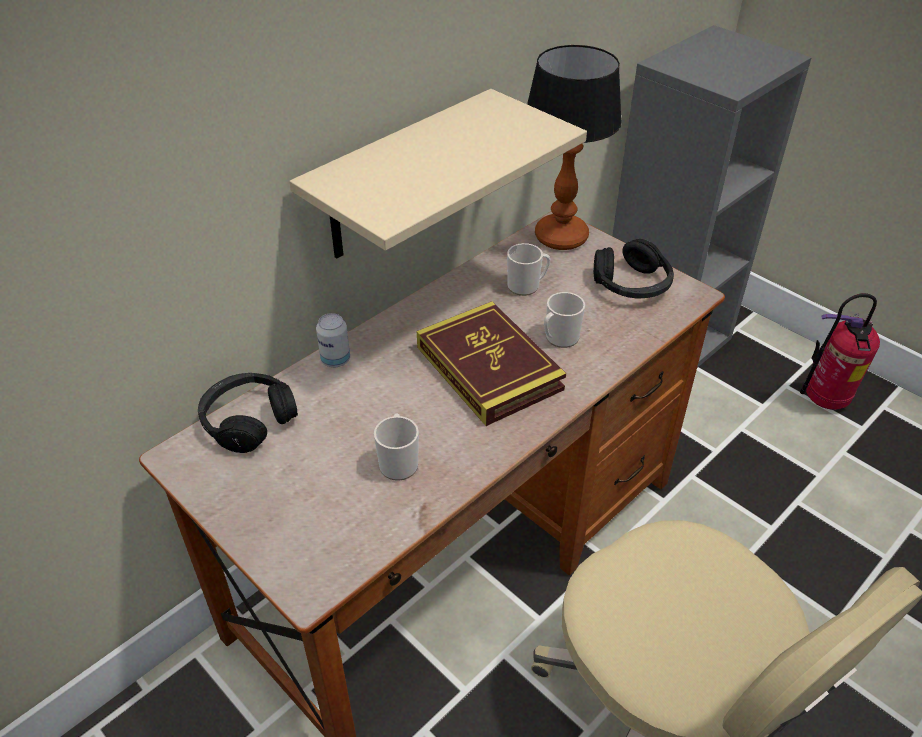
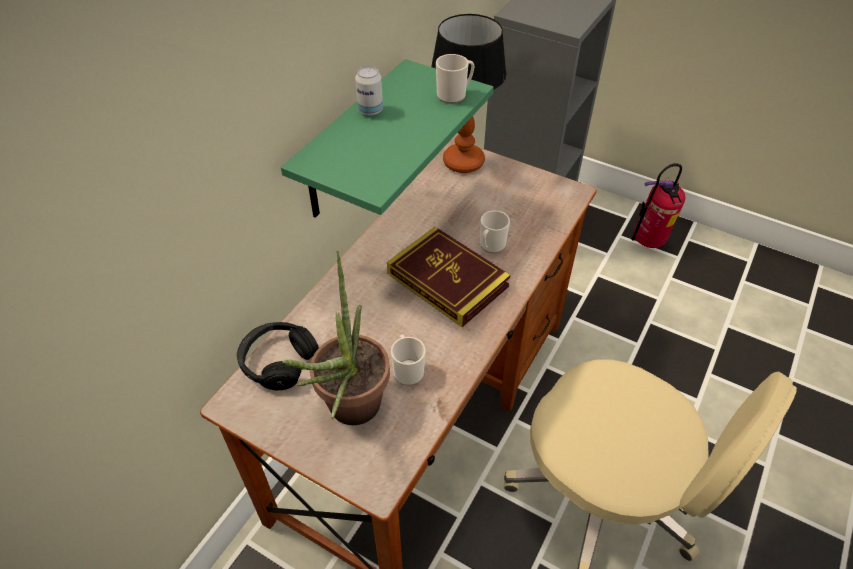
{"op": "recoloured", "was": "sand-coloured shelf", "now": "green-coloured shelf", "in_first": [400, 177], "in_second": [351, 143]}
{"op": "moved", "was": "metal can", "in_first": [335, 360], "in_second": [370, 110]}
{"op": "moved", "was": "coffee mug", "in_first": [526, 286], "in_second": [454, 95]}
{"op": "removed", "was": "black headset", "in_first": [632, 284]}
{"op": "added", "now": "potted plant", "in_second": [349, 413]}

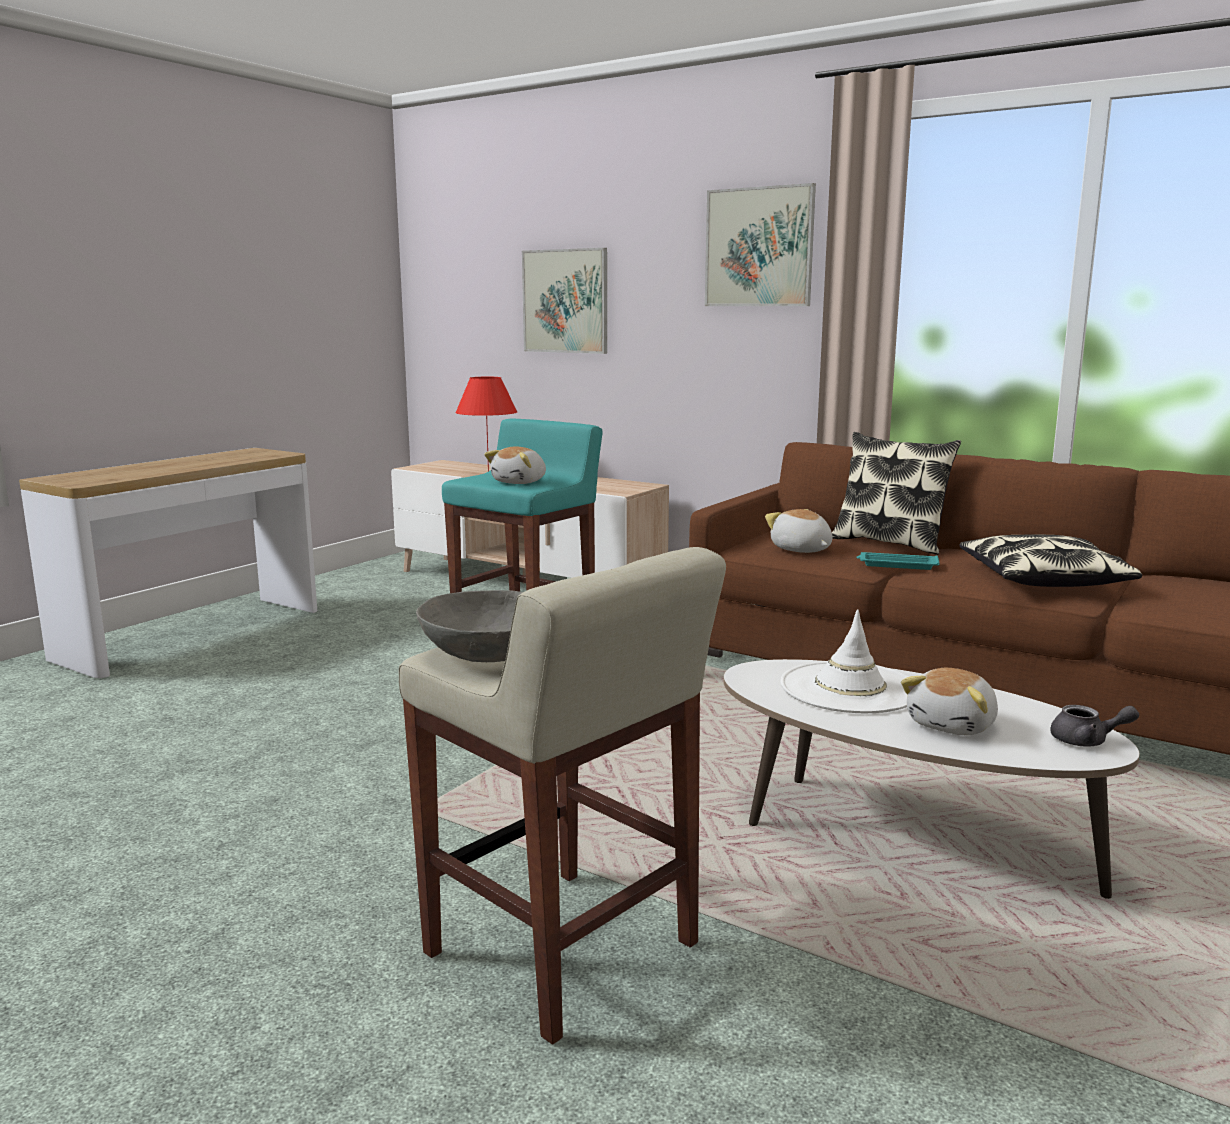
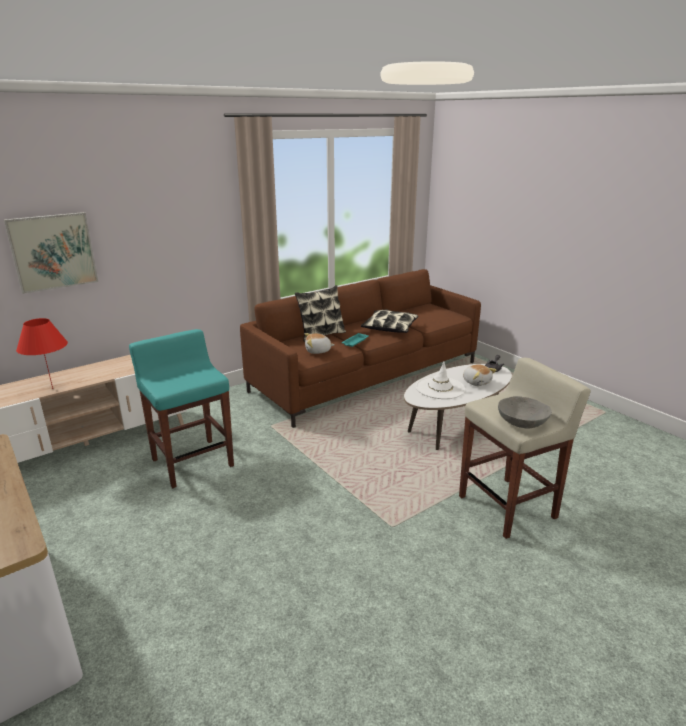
{"op": "removed", "was": "soft toy", "in_first": [520, 482]}
{"op": "removed", "was": "wall picture", "in_first": [759, 247]}

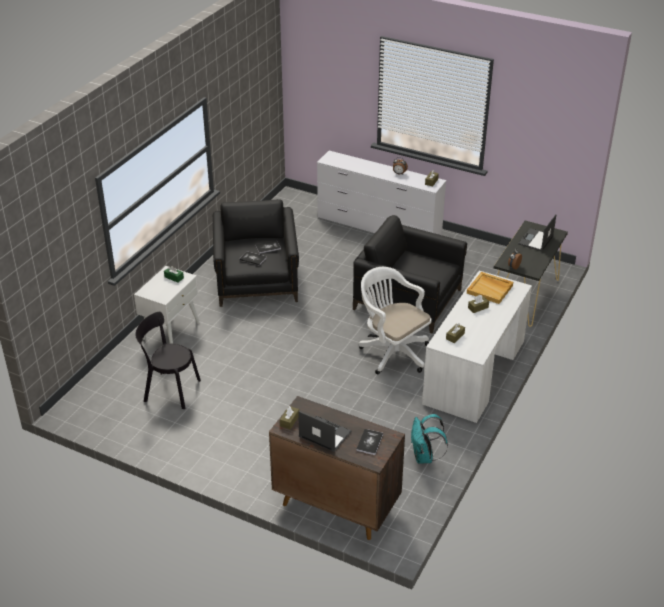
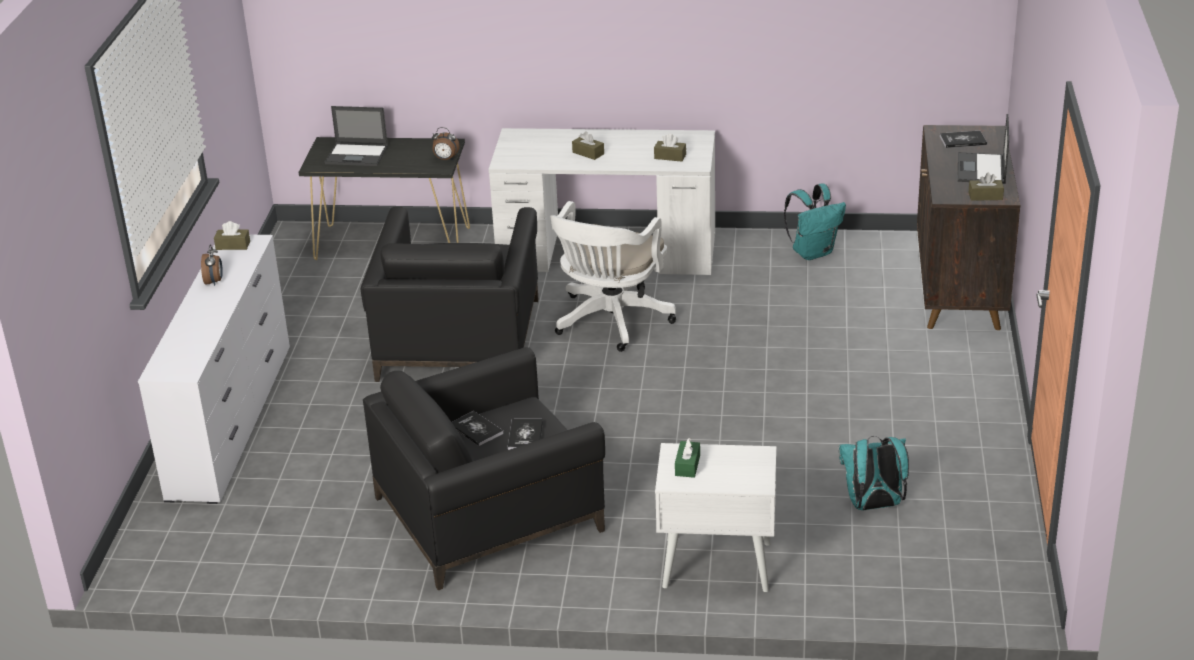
{"op": "replaced", "was": "black chair", "now": "turquoise-coloured rucksack", "in_first": [169, 390], "in_second": [873, 505]}
{"op": "removed", "was": "sand-coloured carrying tray", "in_first": [490, 289]}

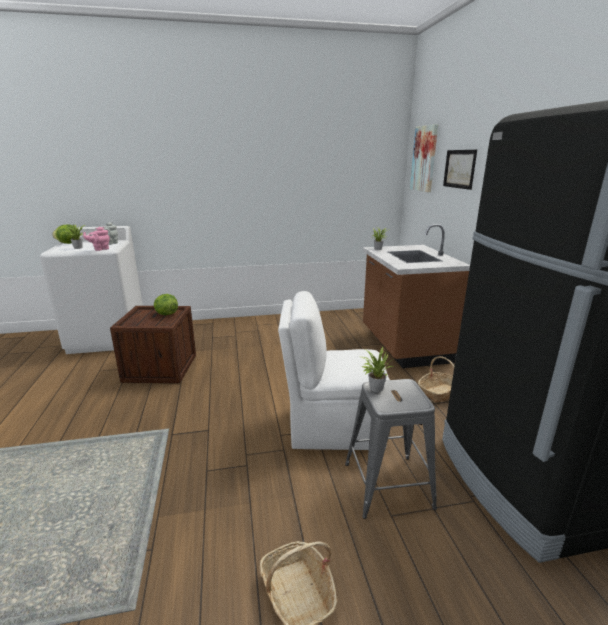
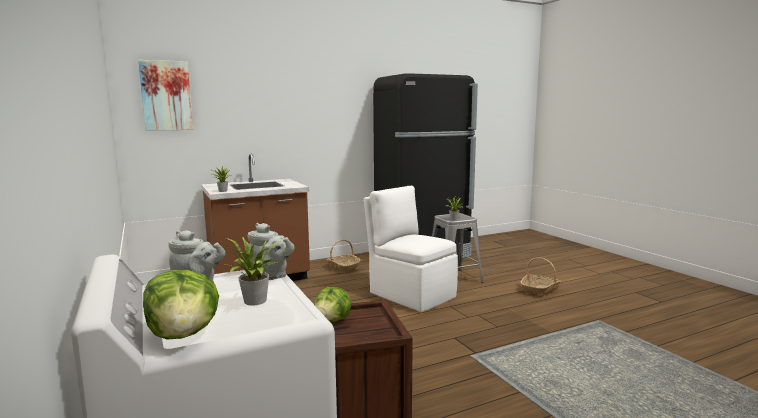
{"op": "recoloured", "was": "pinkish pot for tea", "now": "greyish pot for tea", "in_first": [100, 249], "in_second": [270, 276]}
{"op": "turned", "was": "white chair", "in_first": [333, 427], "in_second": [410, 294], "clockwise": 150}
{"op": "removed", "was": "wall picture", "in_first": [459, 169]}

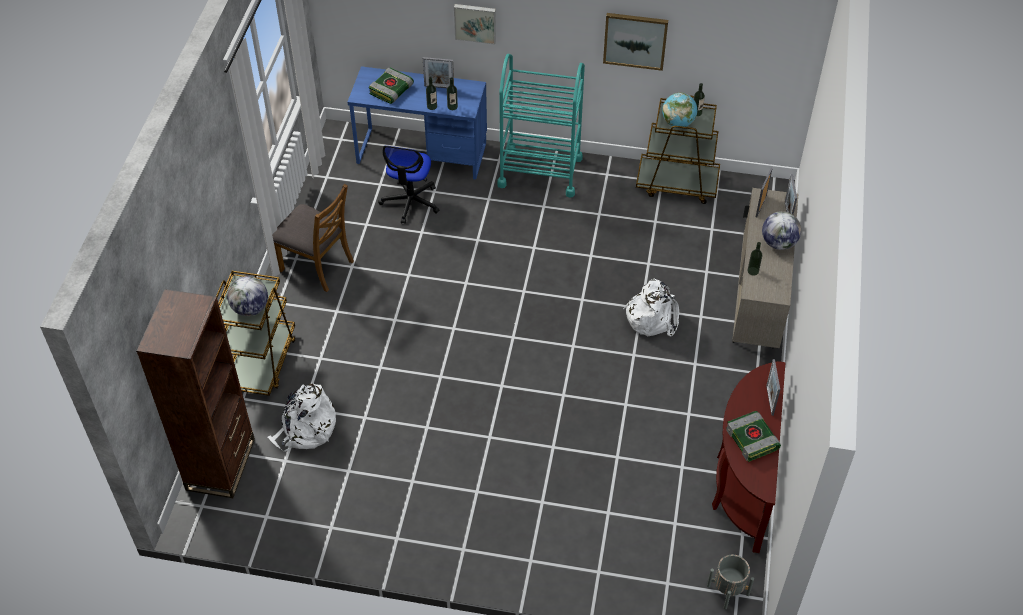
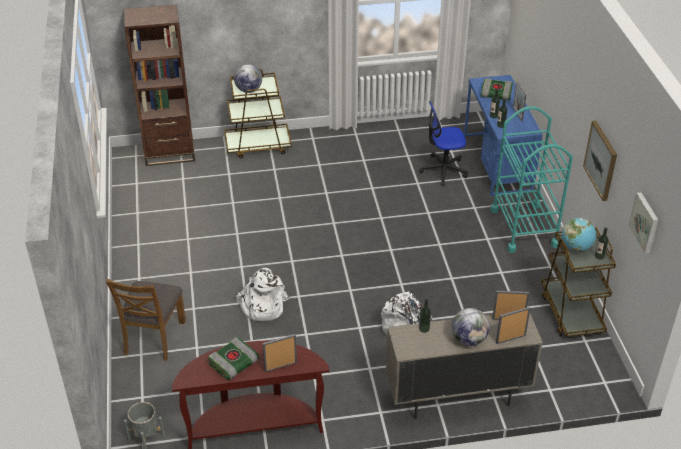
{"op": "moved", "was": "white rucksack", "in_first": [305, 429], "in_second": [261, 306]}
{"op": "moved", "was": "brown-coloured chair", "in_first": [317, 265], "in_second": [154, 337]}
{"op": "moved", "was": "wall picture", "in_first": [475, 22], "in_second": [645, 222]}

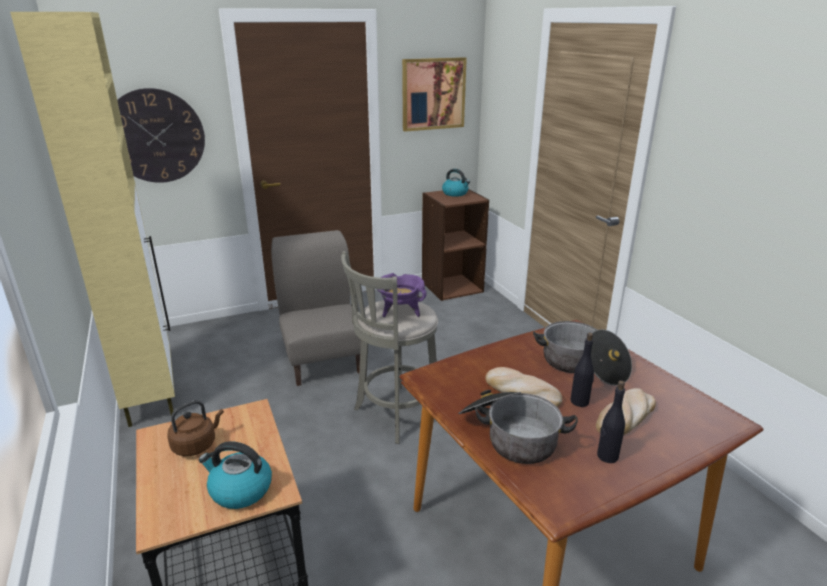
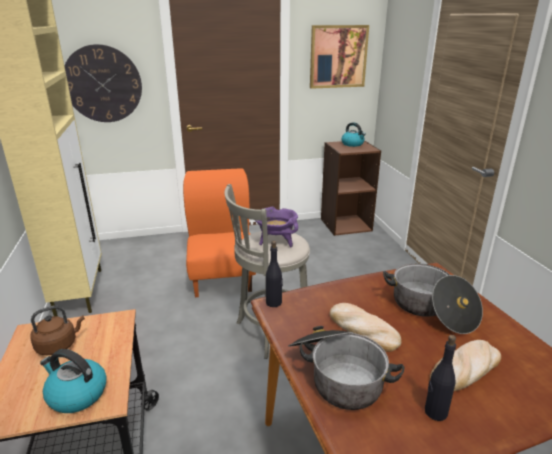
{"op": "recoloured", "was": "greyish chair", "now": "orange chair", "in_first": [323, 359], "in_second": [222, 277]}
{"op": "moved", "was": "black beverage bottle", "in_first": [580, 401], "in_second": [274, 302]}

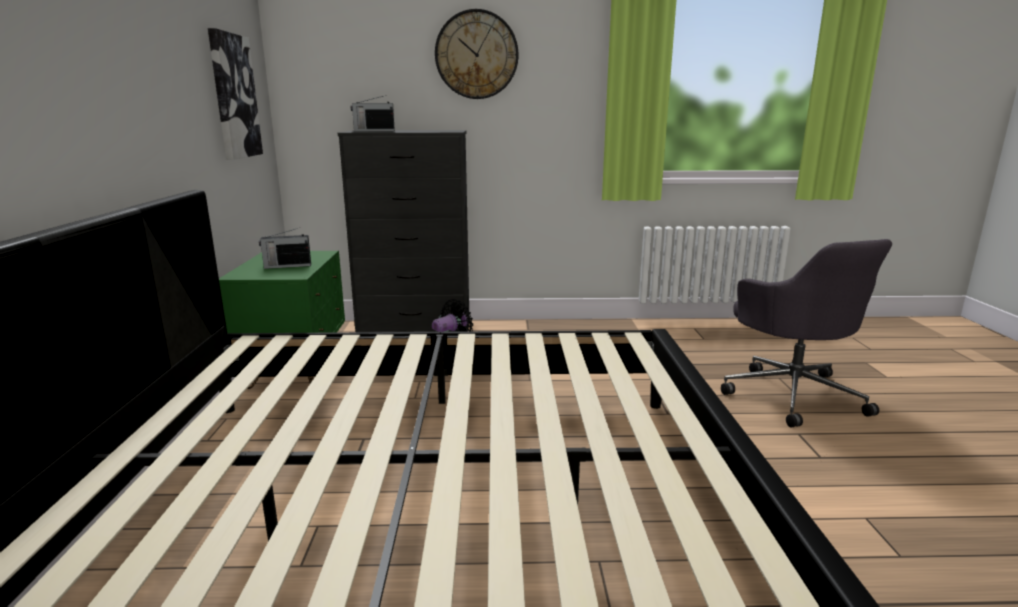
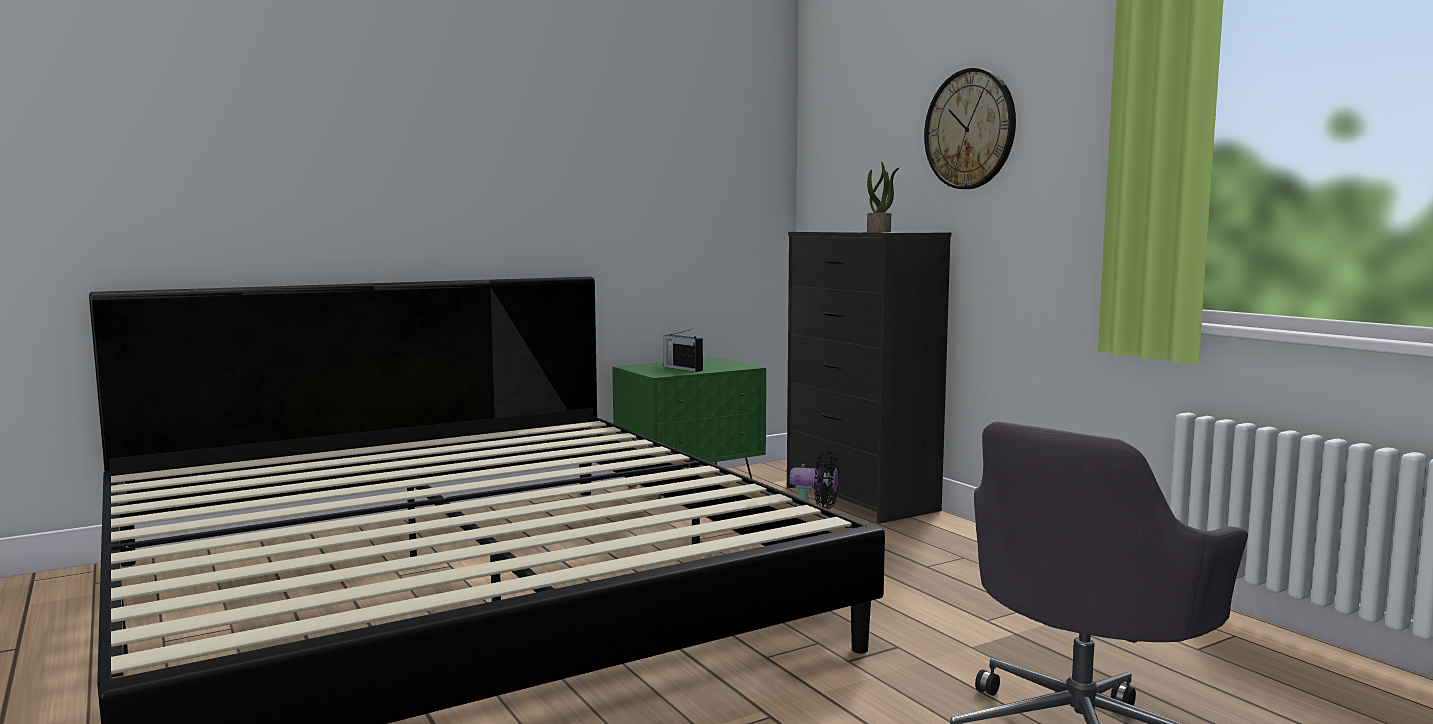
{"op": "removed", "was": "wall picture", "in_first": [233, 96]}
{"op": "removed", "was": "radio receiver", "in_first": [373, 131]}
{"op": "added", "now": "potted plant", "in_second": [879, 232]}

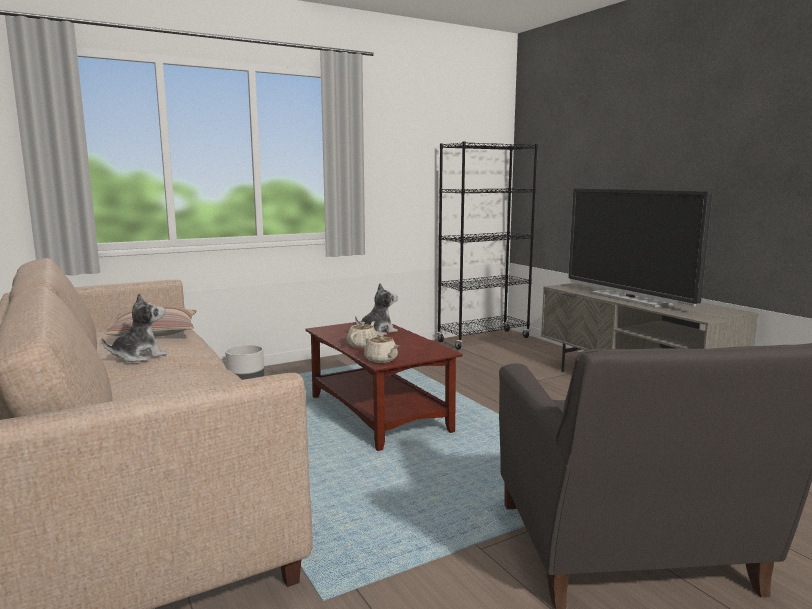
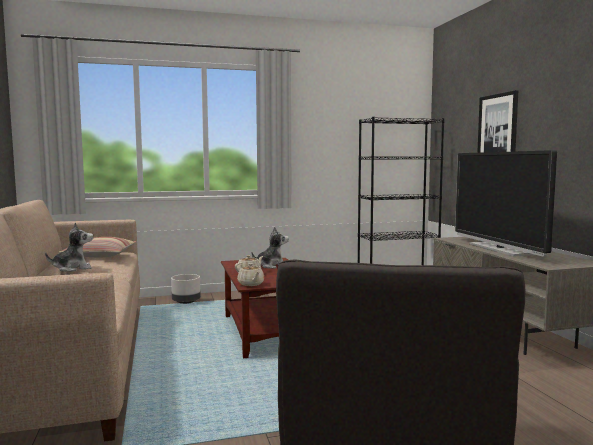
{"op": "added", "now": "wall picture", "in_second": [497, 128]}

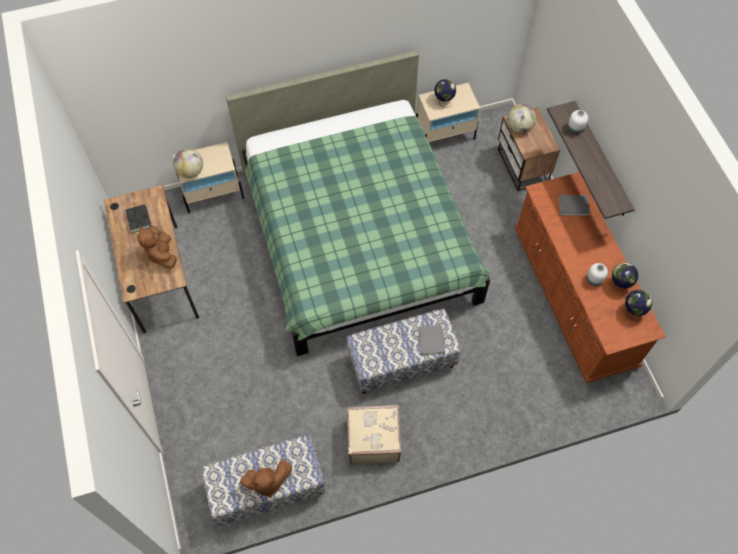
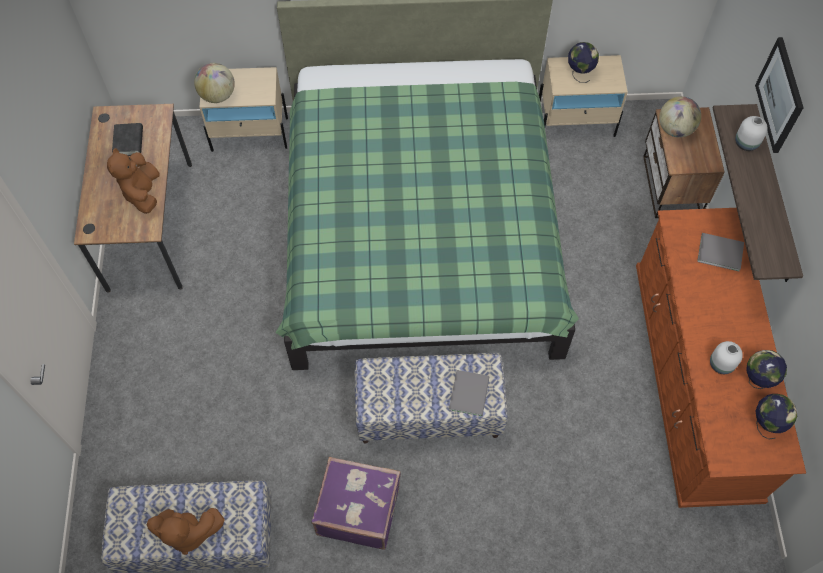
{"op": "recoloured", "was": "sand-coloured travel case", "now": "purplish travel case", "in_first": [373, 439], "in_second": [358, 509]}
{"op": "added", "now": "wall picture", "in_second": [780, 95]}

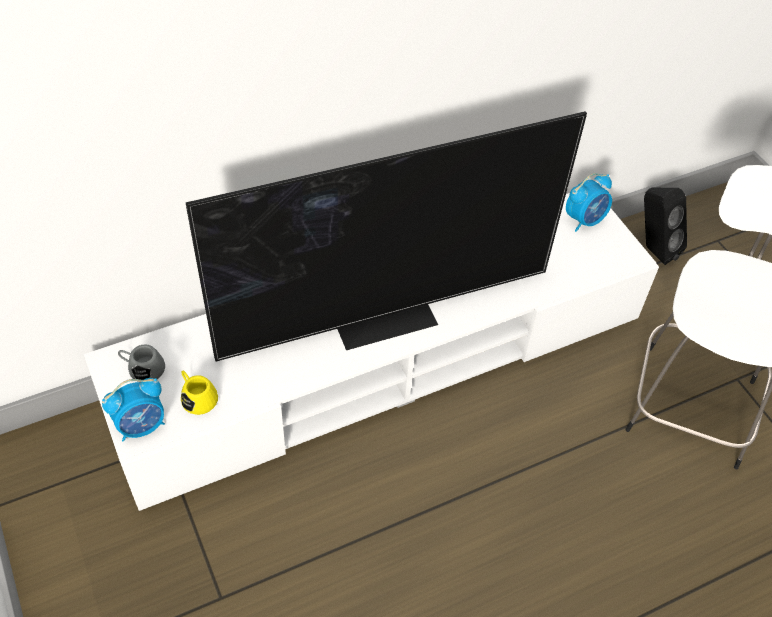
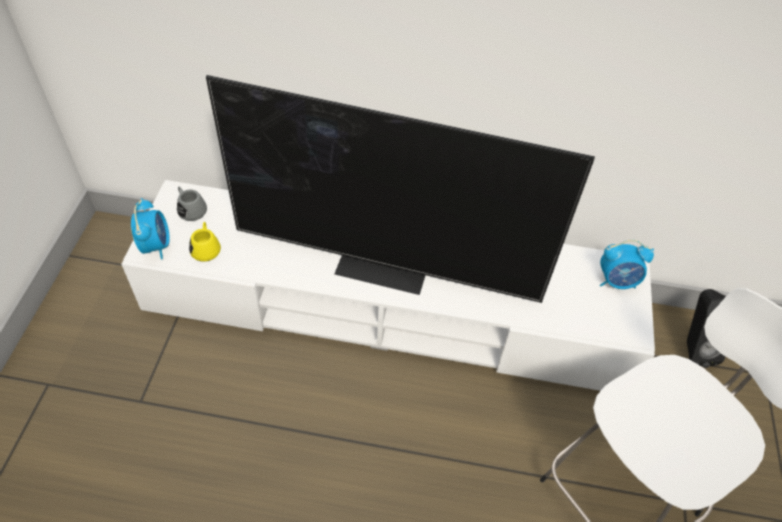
{"op": "turned", "was": "table clock", "in_first": [142, 425], "in_second": [156, 245], "clockwise": -105}

